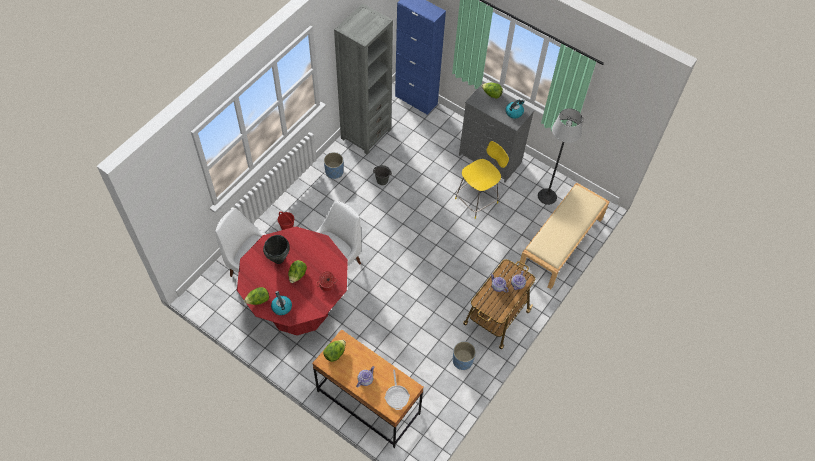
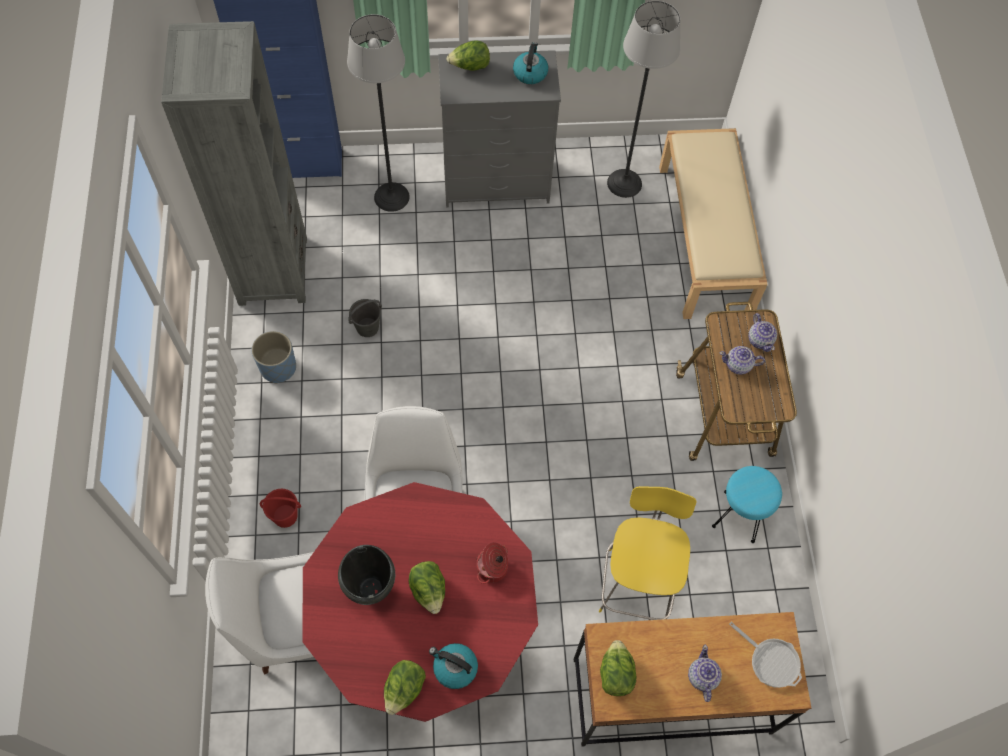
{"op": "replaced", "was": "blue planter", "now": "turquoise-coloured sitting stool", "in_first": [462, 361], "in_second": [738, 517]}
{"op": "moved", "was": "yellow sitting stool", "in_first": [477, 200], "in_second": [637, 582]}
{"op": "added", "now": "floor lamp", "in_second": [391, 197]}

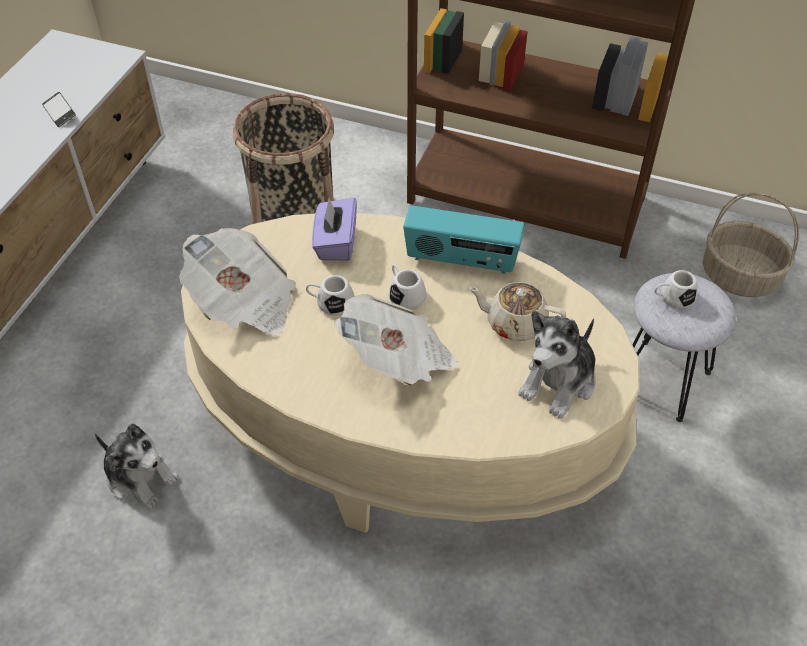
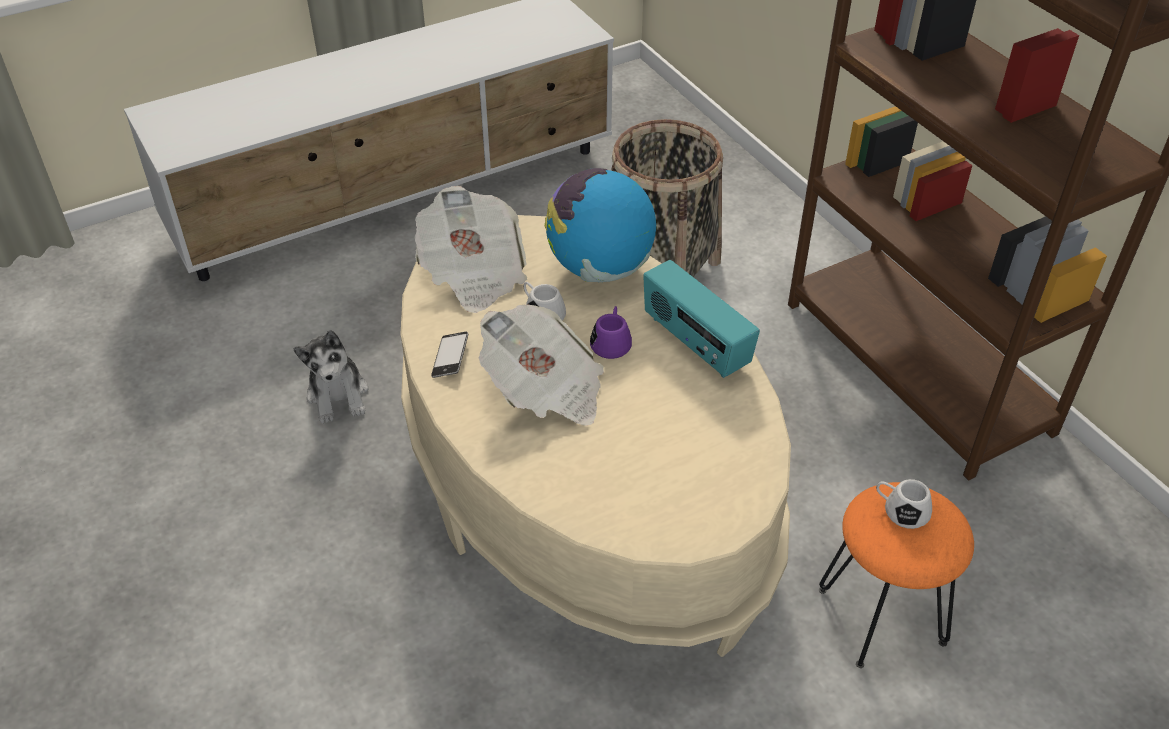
{"op": "moved", "was": "phone", "in_first": [60, 113], "in_second": [450, 358]}
{"op": "replaced", "was": "purplish tissue holder", "now": "desk globe", "in_first": [335, 243], "in_second": [600, 268]}
{"op": "recoloured", "was": "white coffee mug", "now": "purplish coffee mug", "in_first": [404, 294], "in_second": [611, 342]}
{"op": "removed", "was": "sand-coloured pot for tea", "in_first": [515, 323]}
{"op": "removed", "was": "soft toy", "in_first": [559, 382]}
{"op": "recoloured", "was": "greyish sitting stool", "now": "orange sitting stool", "in_first": [662, 380], "in_second": [882, 617]}
{"op": "removed", "was": "storage basket", "in_first": [738, 277]}

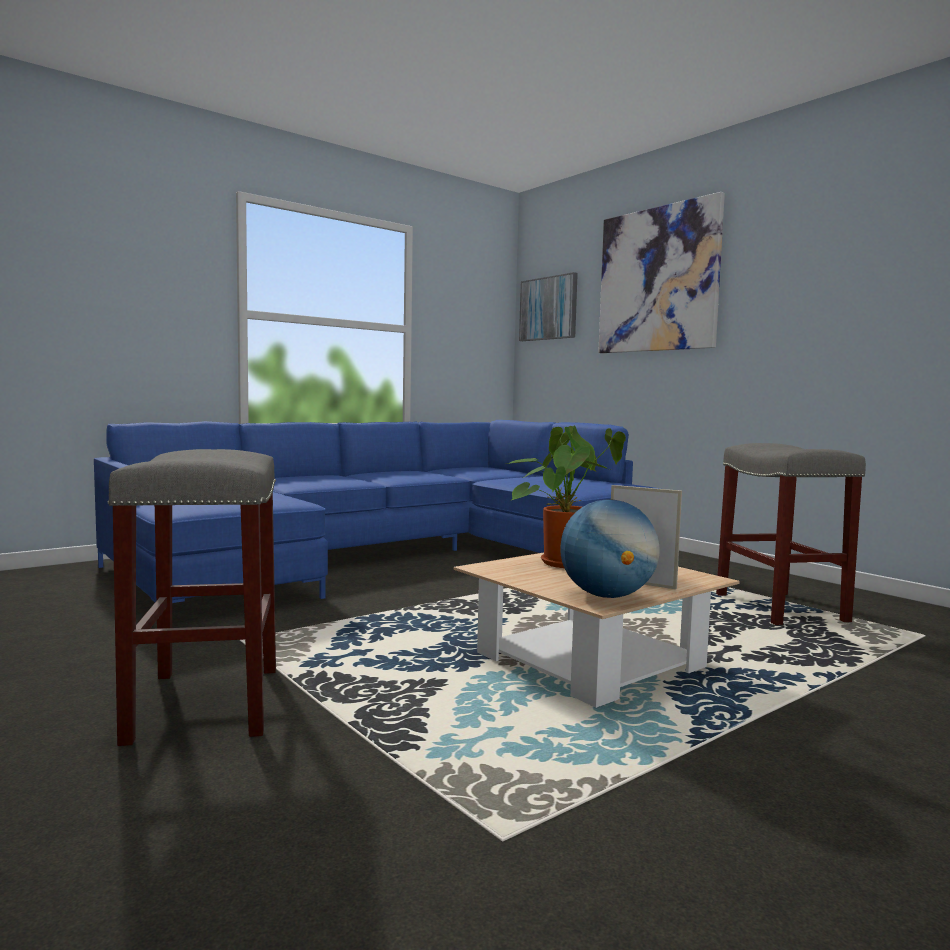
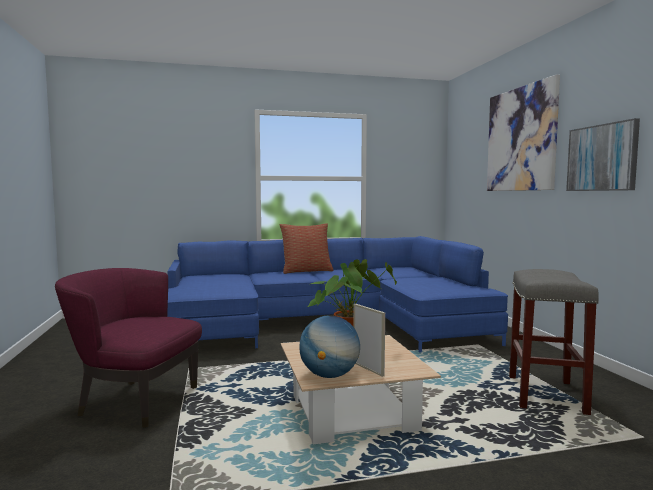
{"op": "replaced", "was": "greyish sitting stool", "now": "purplish easy chair", "in_first": [205, 702], "in_second": [135, 401]}
{"op": "moved", "was": "wall picture", "in_first": [548, 308], "in_second": [602, 158]}
{"op": "added", "now": "cushion", "in_second": [306, 271]}

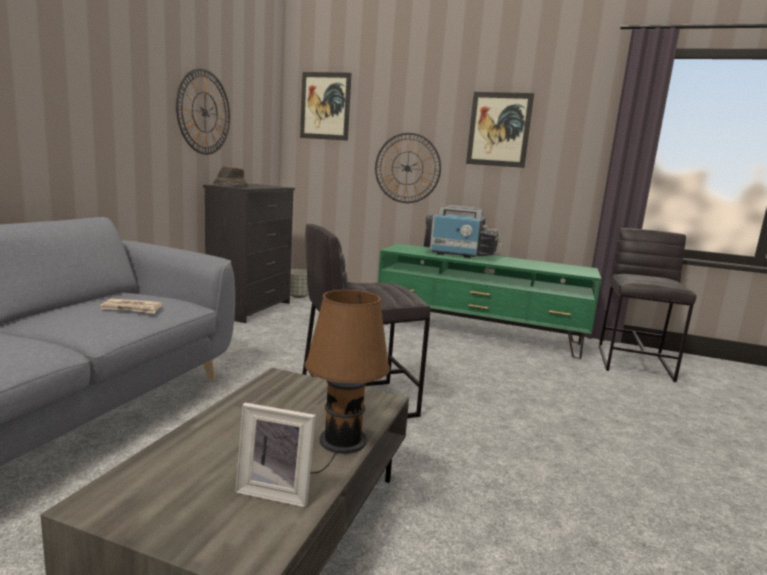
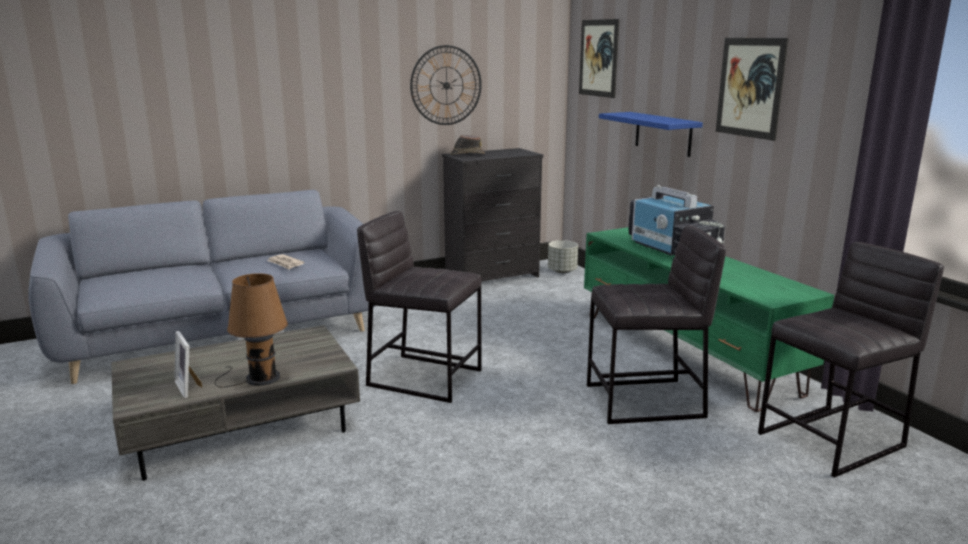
{"op": "replaced", "was": "hanging clock", "now": "blue shelf", "in_first": [407, 168], "in_second": [663, 133]}
{"op": "added", "now": "greyish sitting stool", "in_second": [645, 401]}

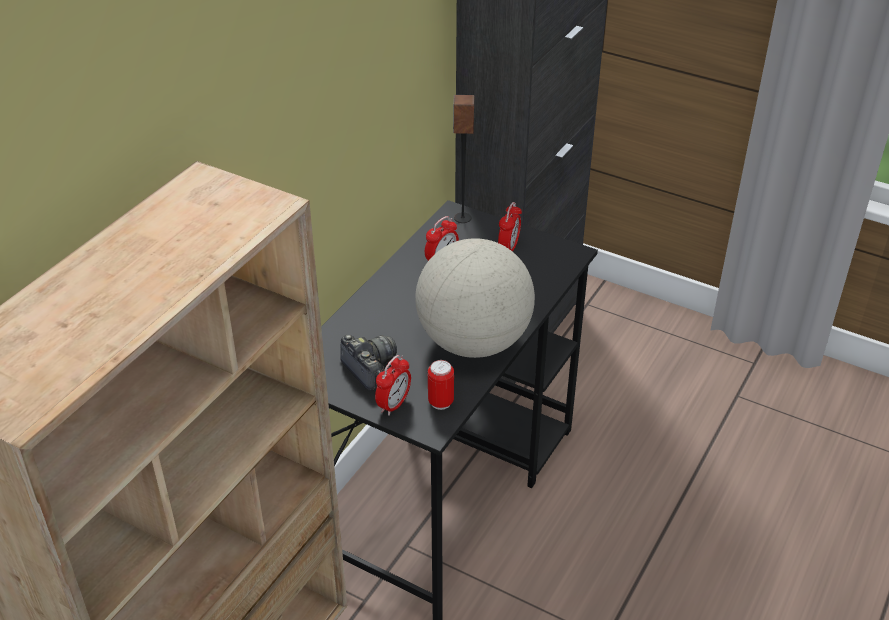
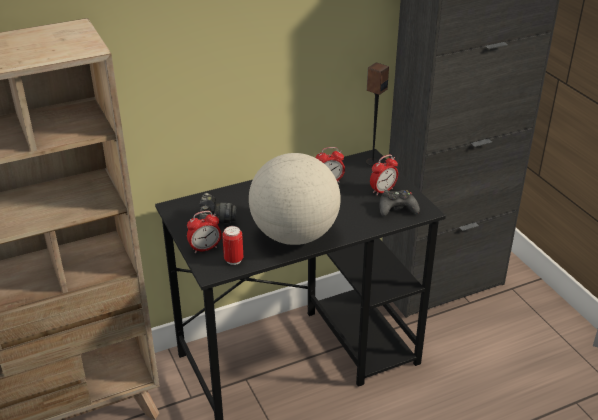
{"op": "added", "now": "black joypad", "in_second": [397, 208]}

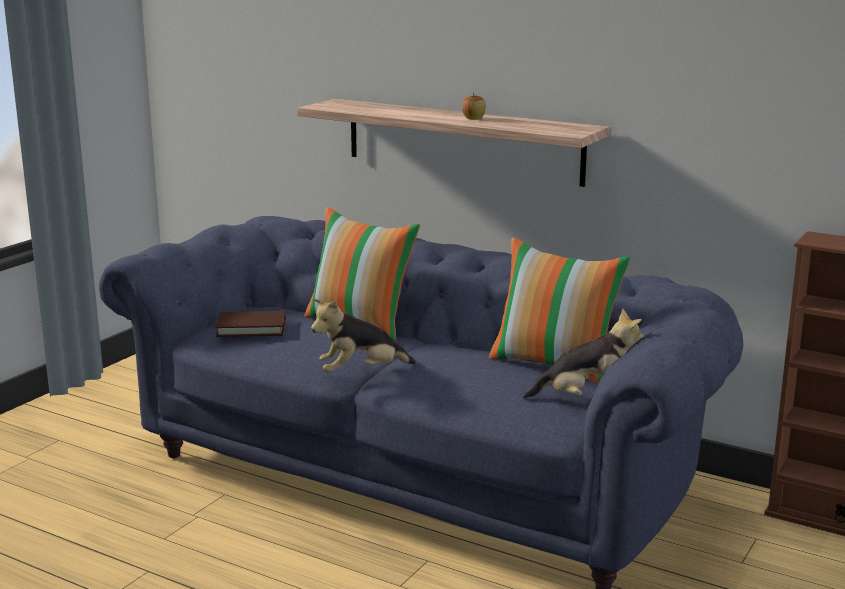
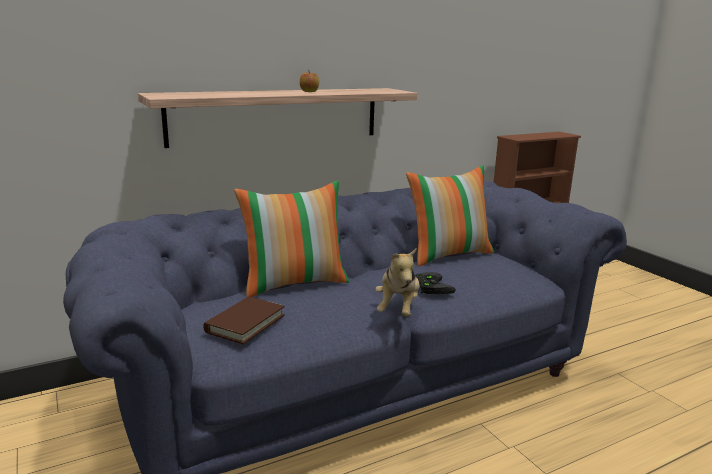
{"op": "removed", "was": "soft toy", "in_first": [586, 399]}
{"op": "added", "now": "black joypad", "in_second": [430, 286]}

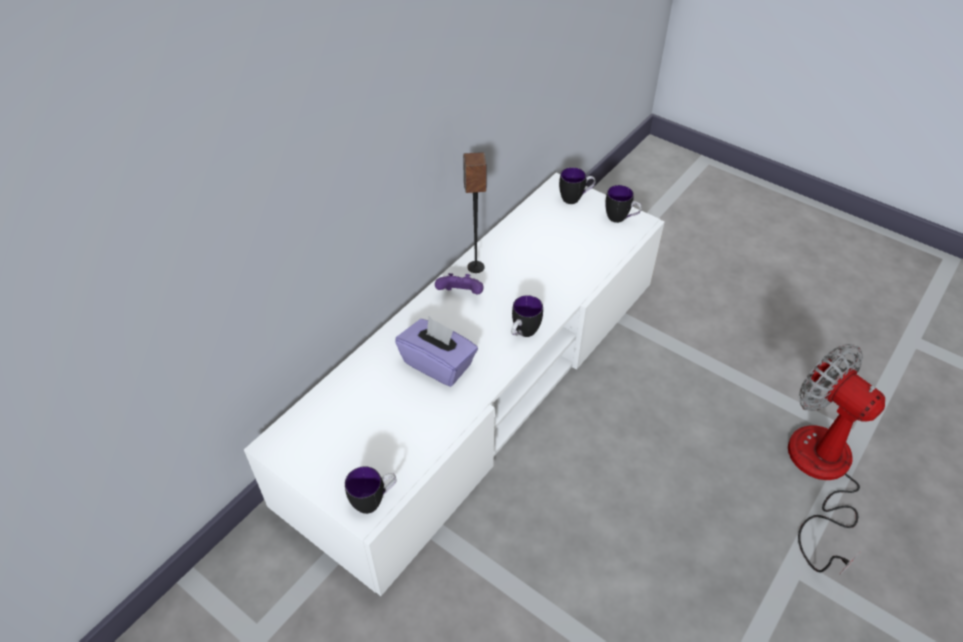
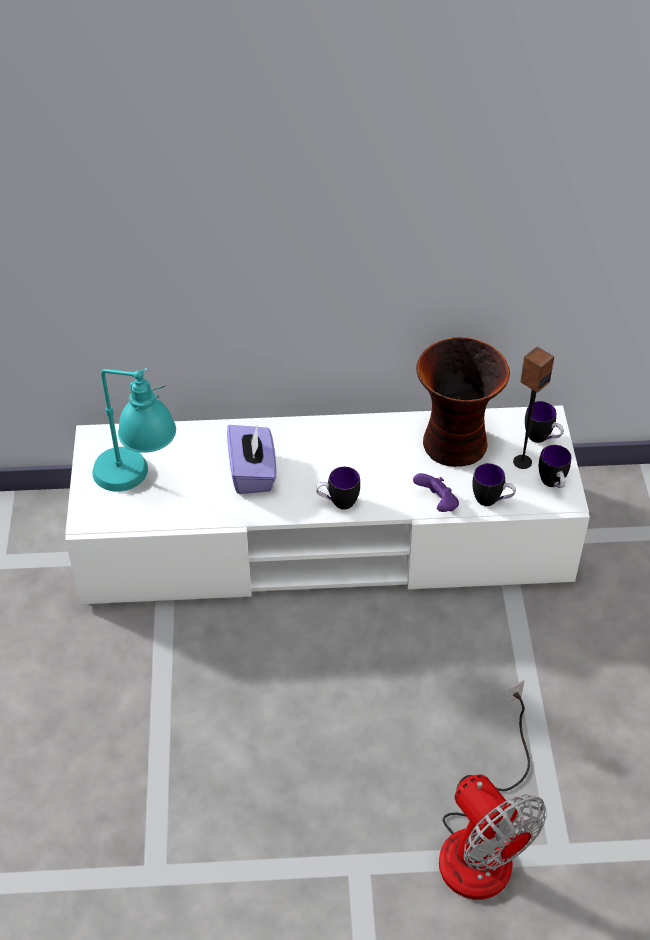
{"op": "moved", "was": "coffee mug", "in_first": [374, 501], "in_second": [492, 501]}
{"op": "moved", "was": "purplish joypad", "in_first": [460, 295], "in_second": [437, 504]}
{"op": "moved", "was": "audio speaker", "in_first": [475, 267], "in_second": [522, 461]}
{"op": "turned", "was": "cooling fan", "in_first": [819, 474], "in_second": [482, 839], "clockwise": 135}
{"op": "added", "now": "turquoise-coloured lamp for a table", "in_second": [139, 481]}
{"op": "added", "now": "decorative vase", "in_second": [455, 445]}

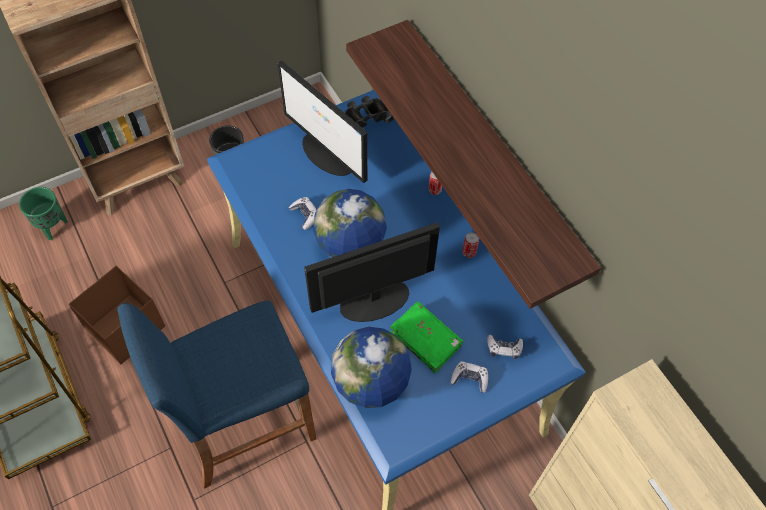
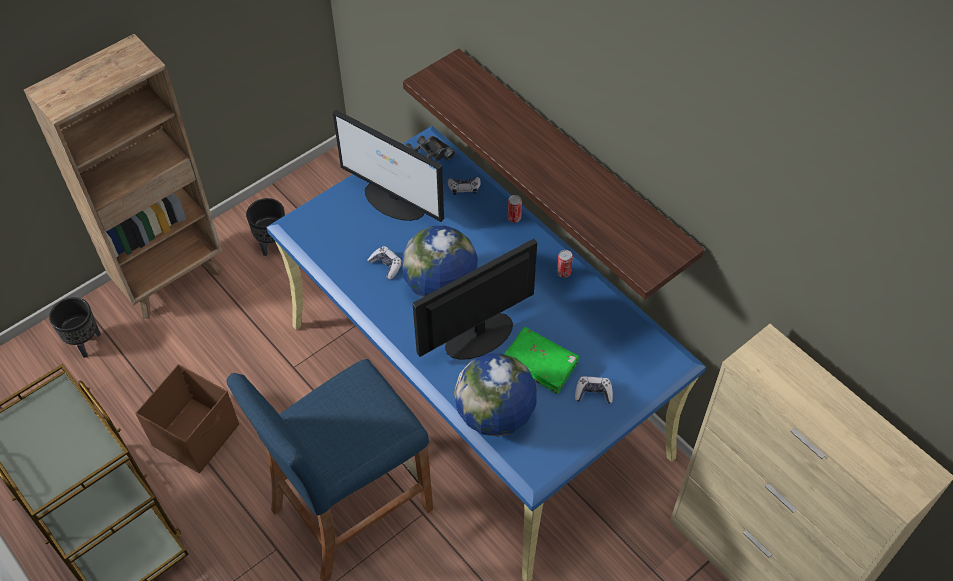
{"op": "recoloured", "was": "green-coloured planter", "now": "black planter", "in_first": [53, 227], "in_second": [86, 343]}
{"op": "moved", "was": "joypad", "in_first": [504, 349], "in_second": [464, 188]}

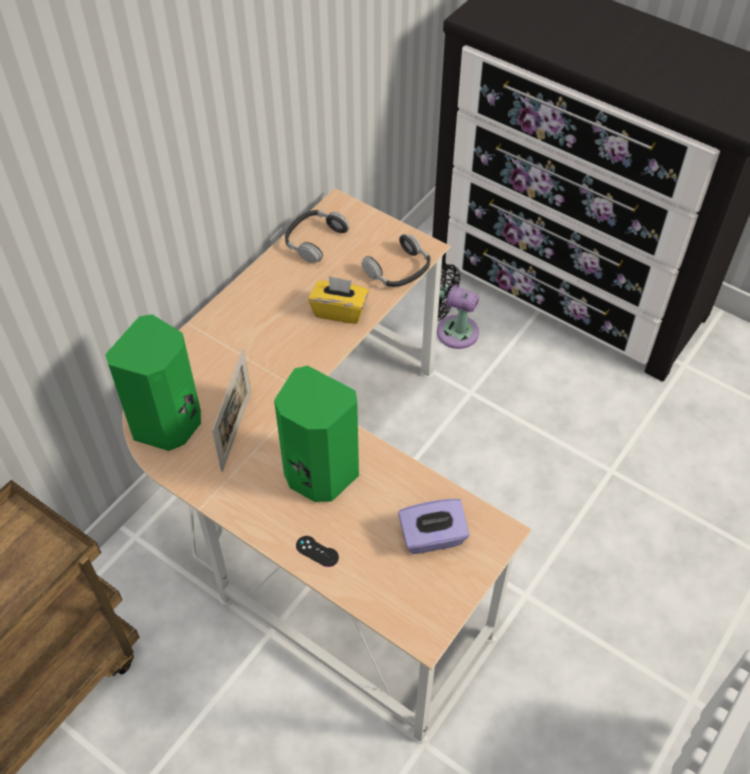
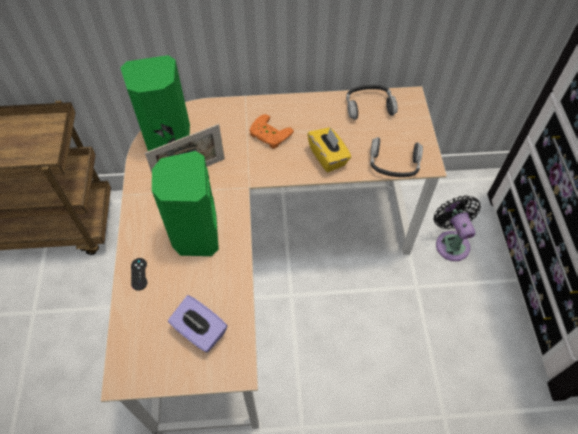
{"op": "added", "now": "orange joypad", "in_second": [268, 135]}

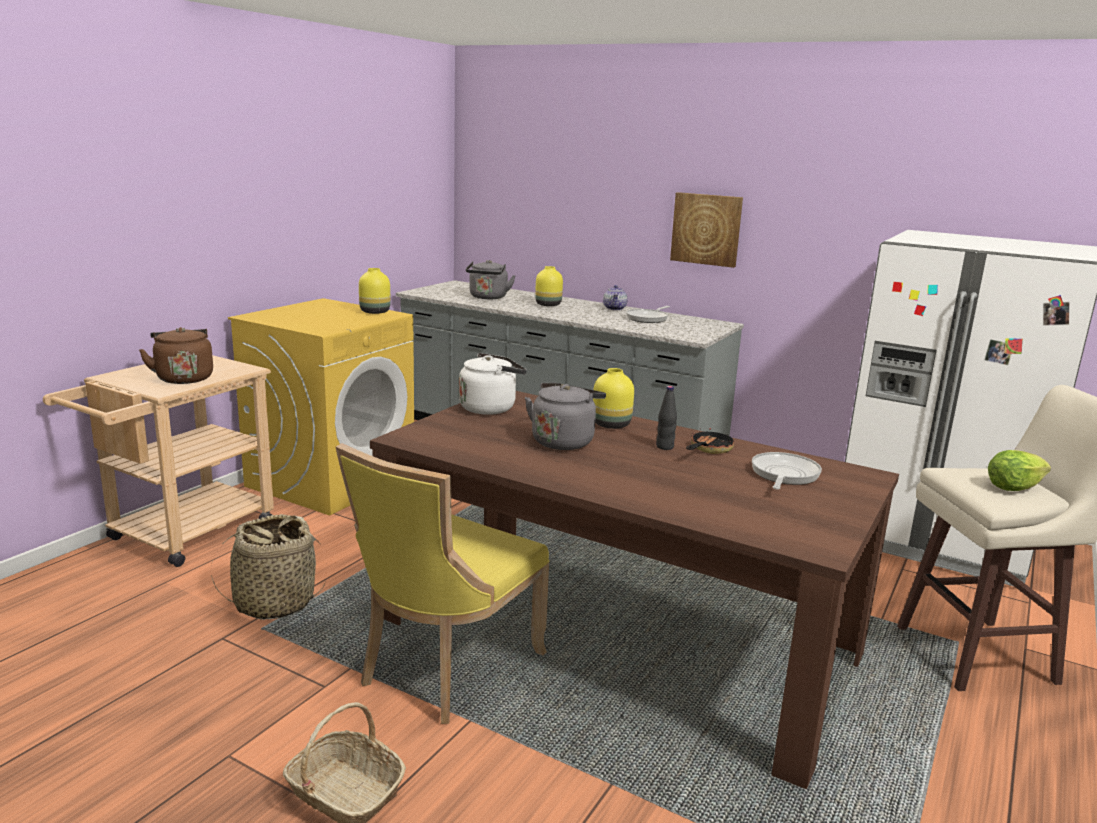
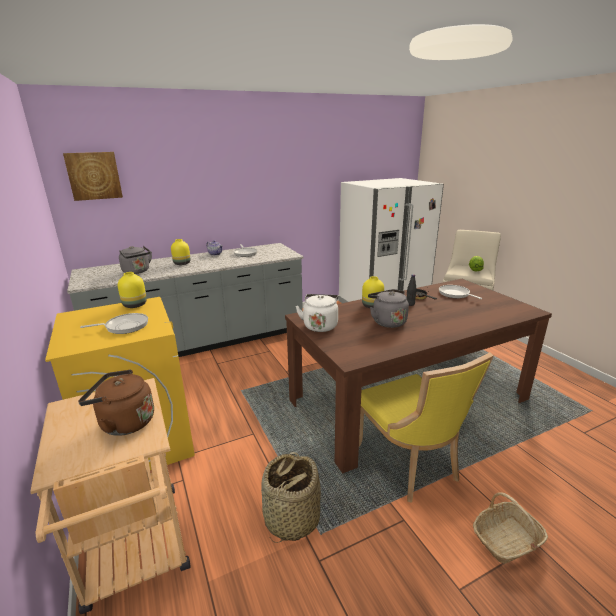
{"op": "moved", "was": "wall picture", "in_first": [706, 229], "in_second": [94, 176]}
{"op": "added", "now": "skillet", "in_second": [124, 326]}

